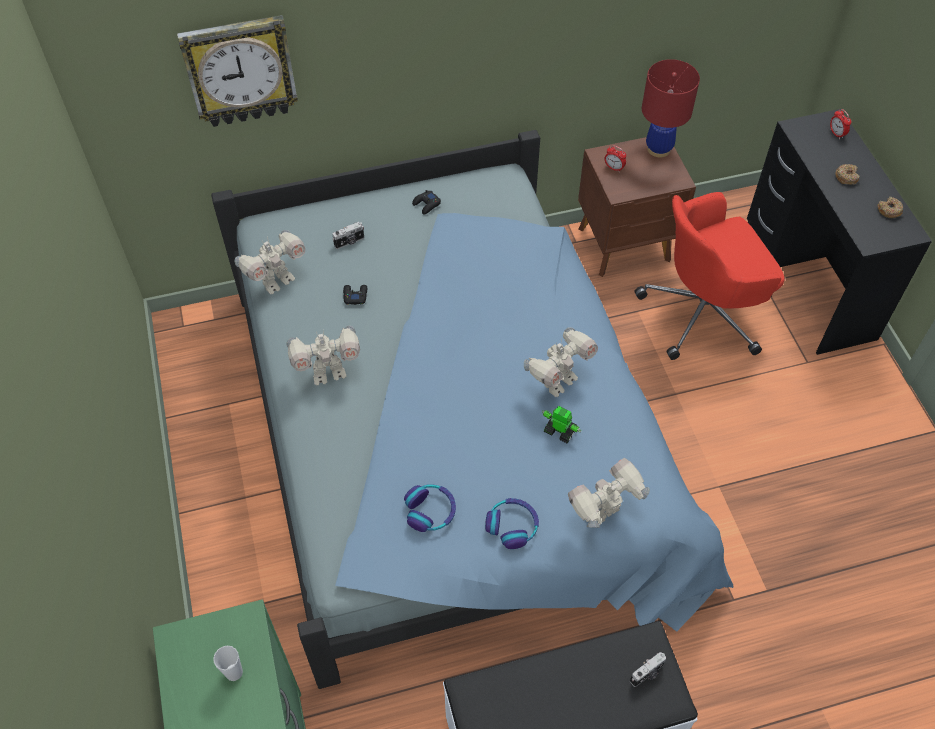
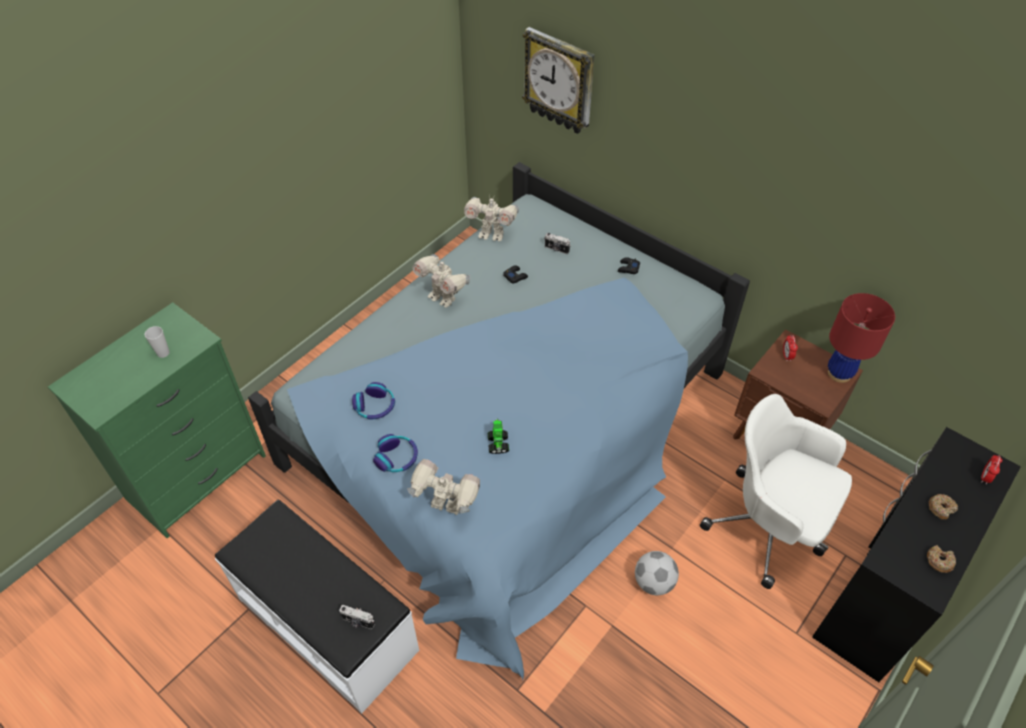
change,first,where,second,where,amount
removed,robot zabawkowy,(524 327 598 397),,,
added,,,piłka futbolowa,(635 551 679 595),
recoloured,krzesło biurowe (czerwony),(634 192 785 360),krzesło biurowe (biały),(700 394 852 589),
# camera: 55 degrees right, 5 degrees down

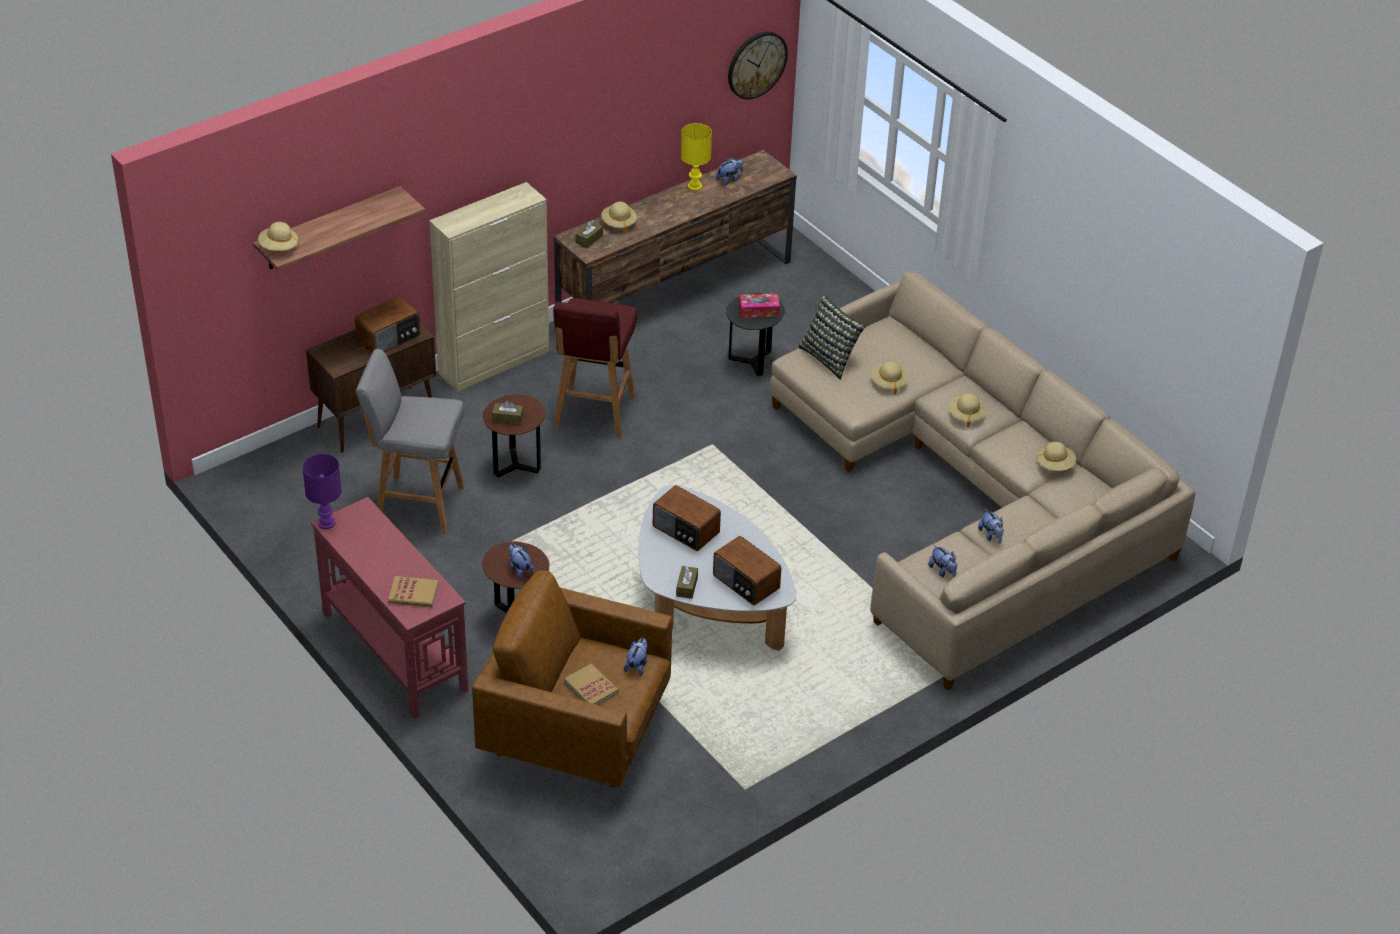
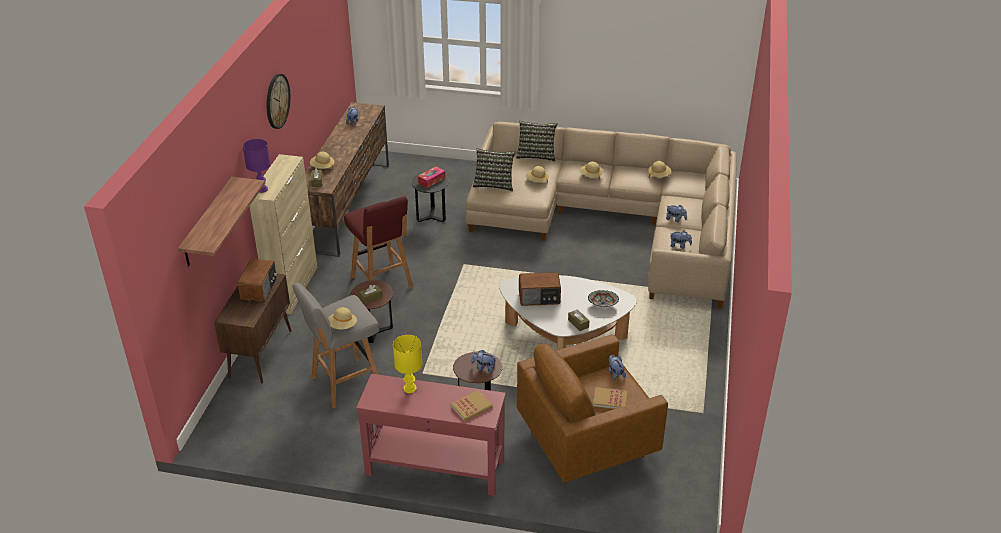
change,first,where,second,where,amount
added,,,poduszka,(516 121 558 162),
moved,kapelusz (beżowy),(258 222 299 251),,(328 307 357 330),
moved,lampa stołowa (fioletowy),(302 454 342 529),,(243 139 270 193),
moved,lampa stołowa (żółty),(681 123 712 191),,(393 335 422 393),
moved,zegar ścienny,(728 32 788 99),,(267 74 290 129),
replaced,radio,(713 536 781 606),miska,(588 290 619 307),
# camera: 40 degrees left, 5 degrees down

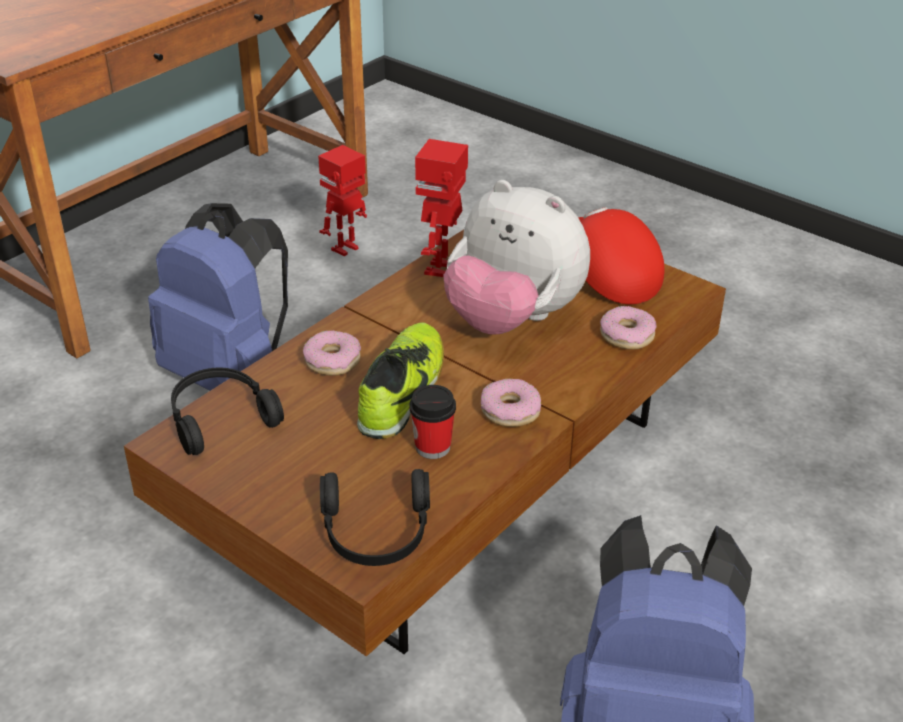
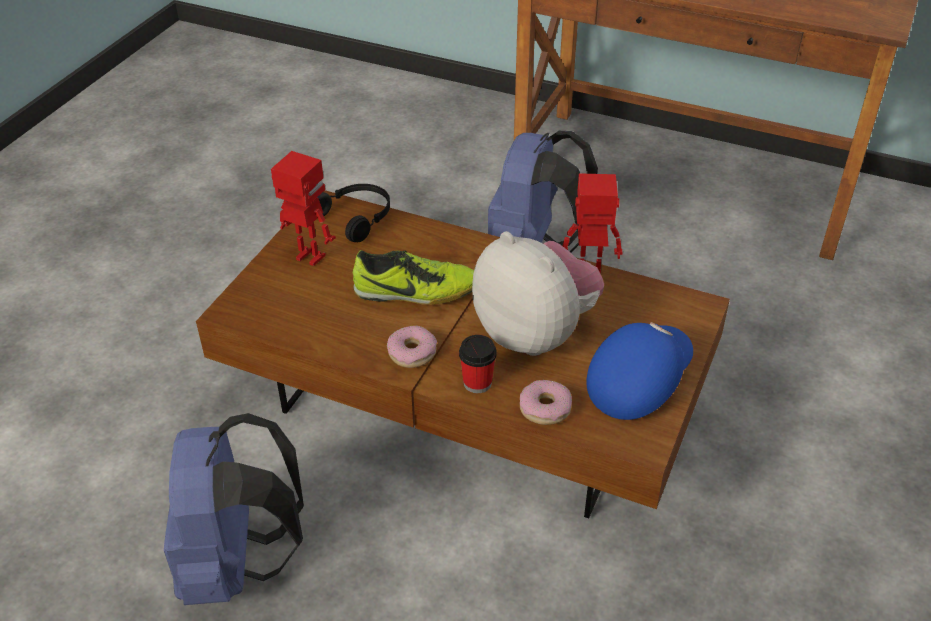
change,first,where,second,where,amount
removed,donut,(303 330 361 376),,,
removed,słuchawki (czarny),(320 469 430 566),,,
moved,robot zabawkowy,(318 145 367 256),,(271 151 336 266),
moved,filiżanka,(409 385 456 459),,(459 335 497 393),
recoloured,czapka z daszkiem (czerwony),(578 207 665 304),czapka z daszkiem (niebieski),(586 322 693 420),
turned,pluszak,(443 180 590 335),,(472 231 604 356),120 degrees clockwise
# camera: 75 degrees right, 5 degrees up

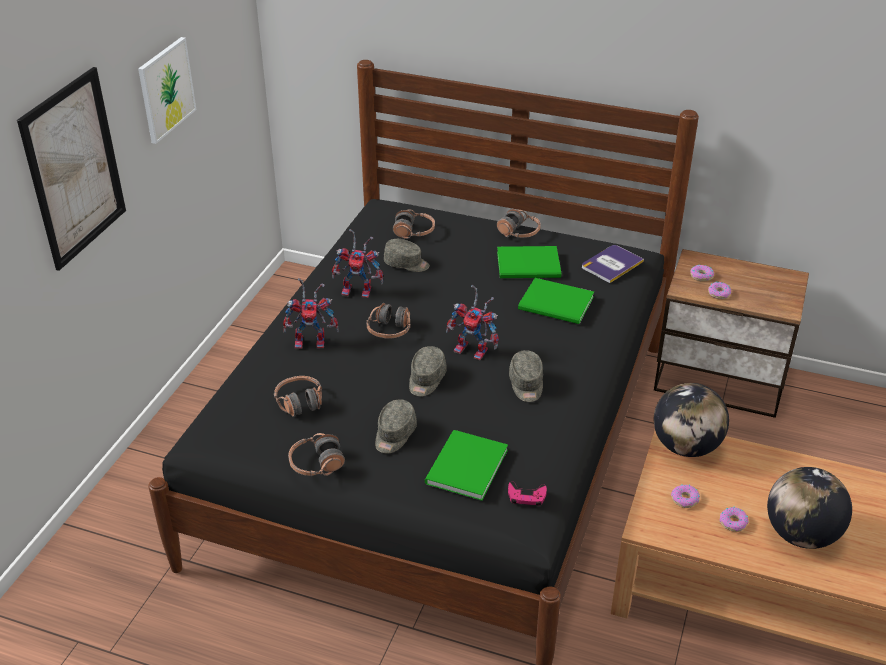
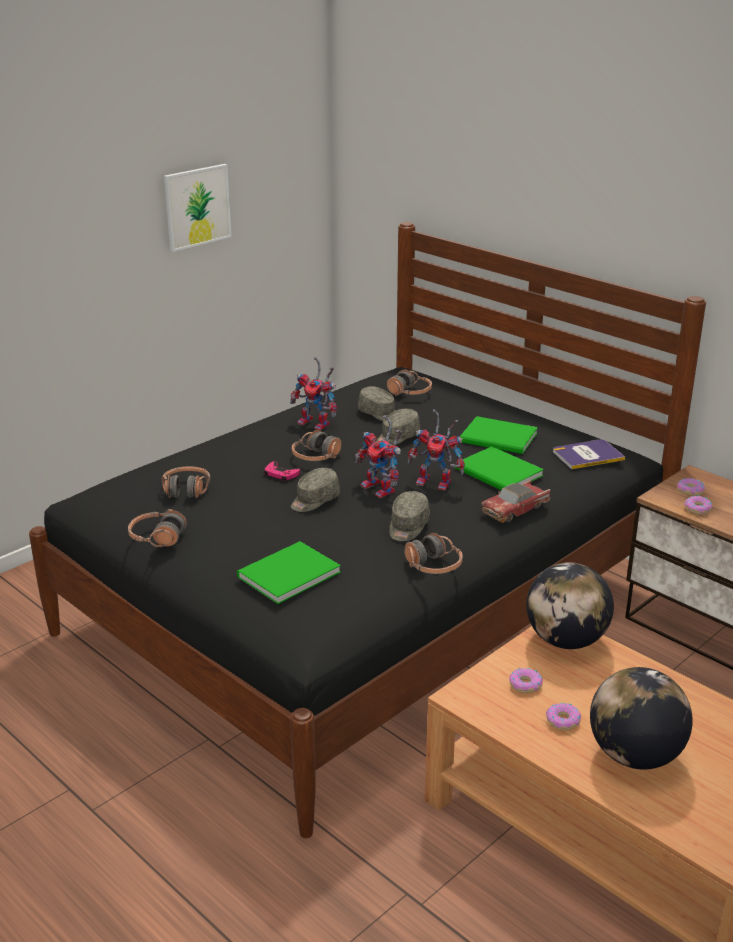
change,first,where,second,where,amount
removed,obraz,(17 67 126 271),,,
added,,,samochodzik,(481 480 550 523),
moved,robot zabawkowy,(283 278 339 349),,(407 409 465 491),
moved,czapka z daszkiem (szary),(375 399 417 454),,(376 409 420 445),
moved,słuchawki,(497 209 541 238),,(405 533 463 574),
moved,pad do gier (różowy),(508 482 547 506),,(264 461 300 481),
# camera: 25 degrees right, 10 degrees down

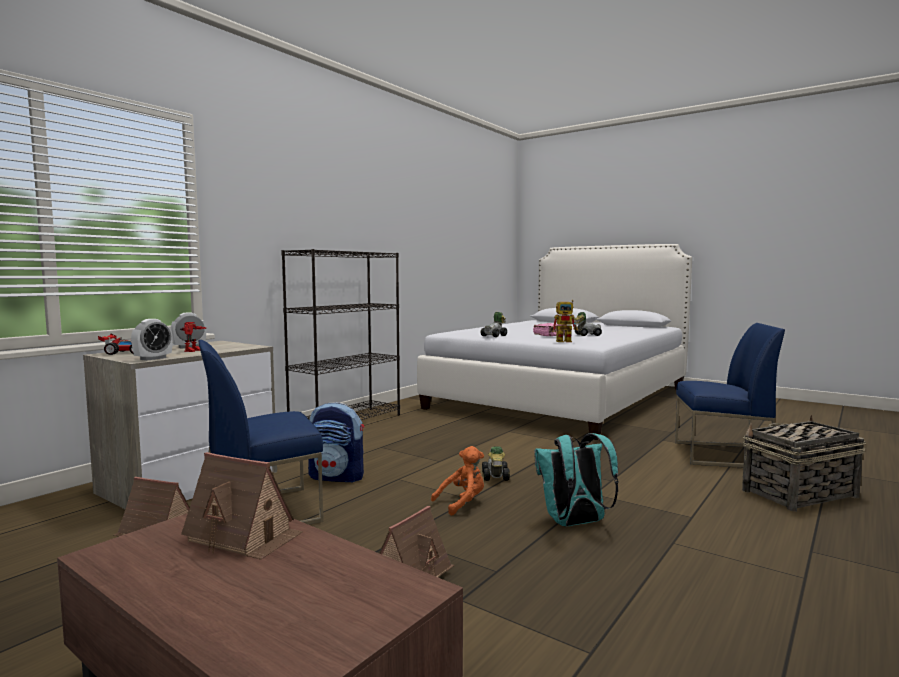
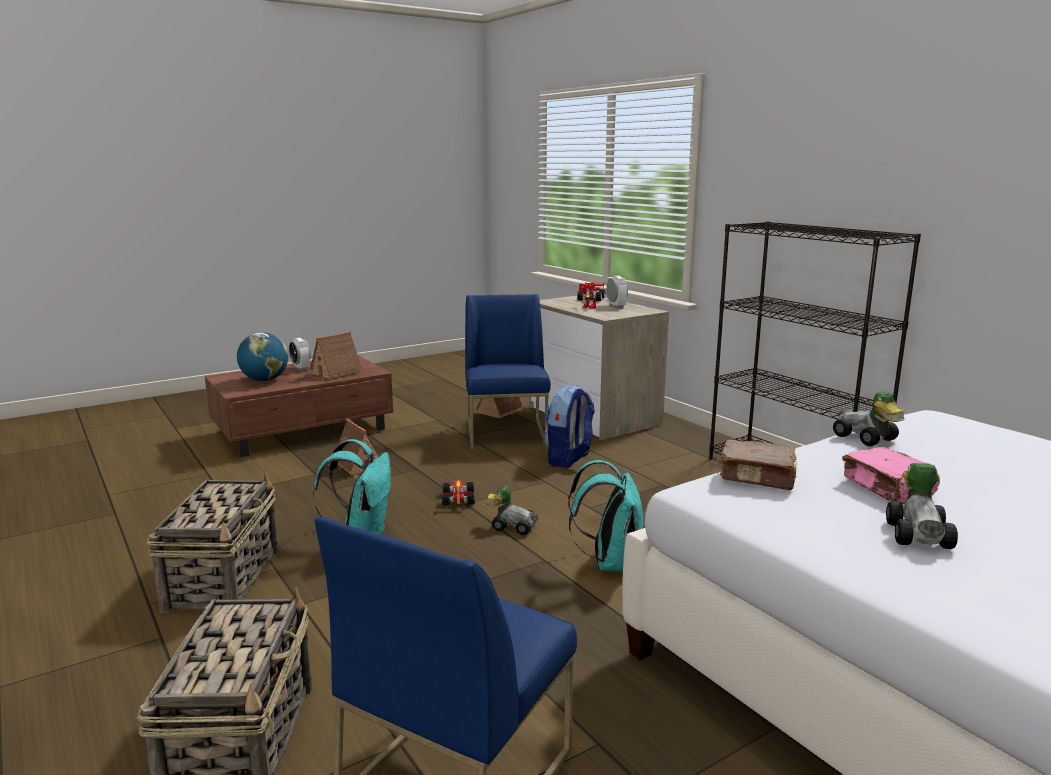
change,first,where,second,where,amount
added,,,koszyk,(147 472 279 613),
added,,,globus,(237 332 288 381),
added,,,plecak (turkusowy),(568 460 644 572),
moved,budzik,(131 319 173 361),,(289 338 311 371),
replaced,pluszak (pomarańczowy),(431 446 484 516),samochodzik,(442 480 475 505),
replaced,robot zabawkowy,(552 300 578 342),książka (brązowy),(720 440 797 490),
# camera: 110 degrees right, 10 degrees up

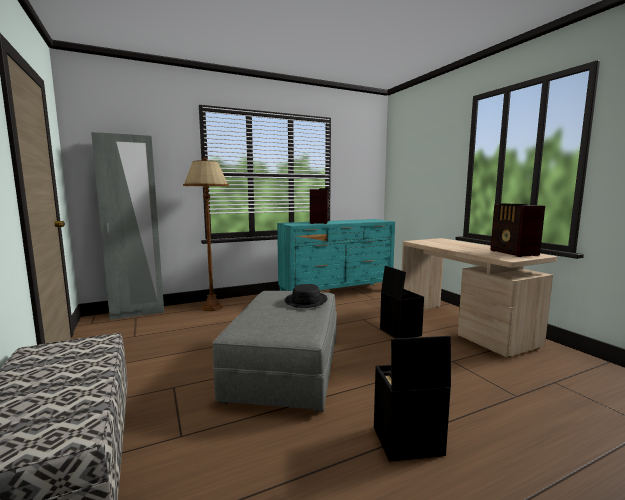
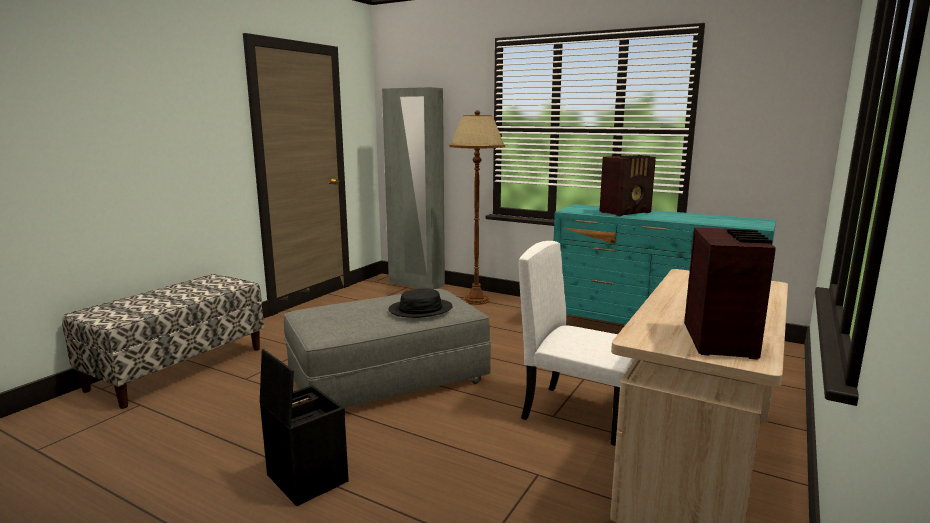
change,first,where,second,where,amount
replaced,pojemnik do przechowywania (czarny),(380 266 424 339),krzesło (biały),(519 241 635 446),
turned,radio,(491 203 545 257),,(684 227 776 360),150 degrees clockwise
# camera: 55 degrees right, 5 degrees up

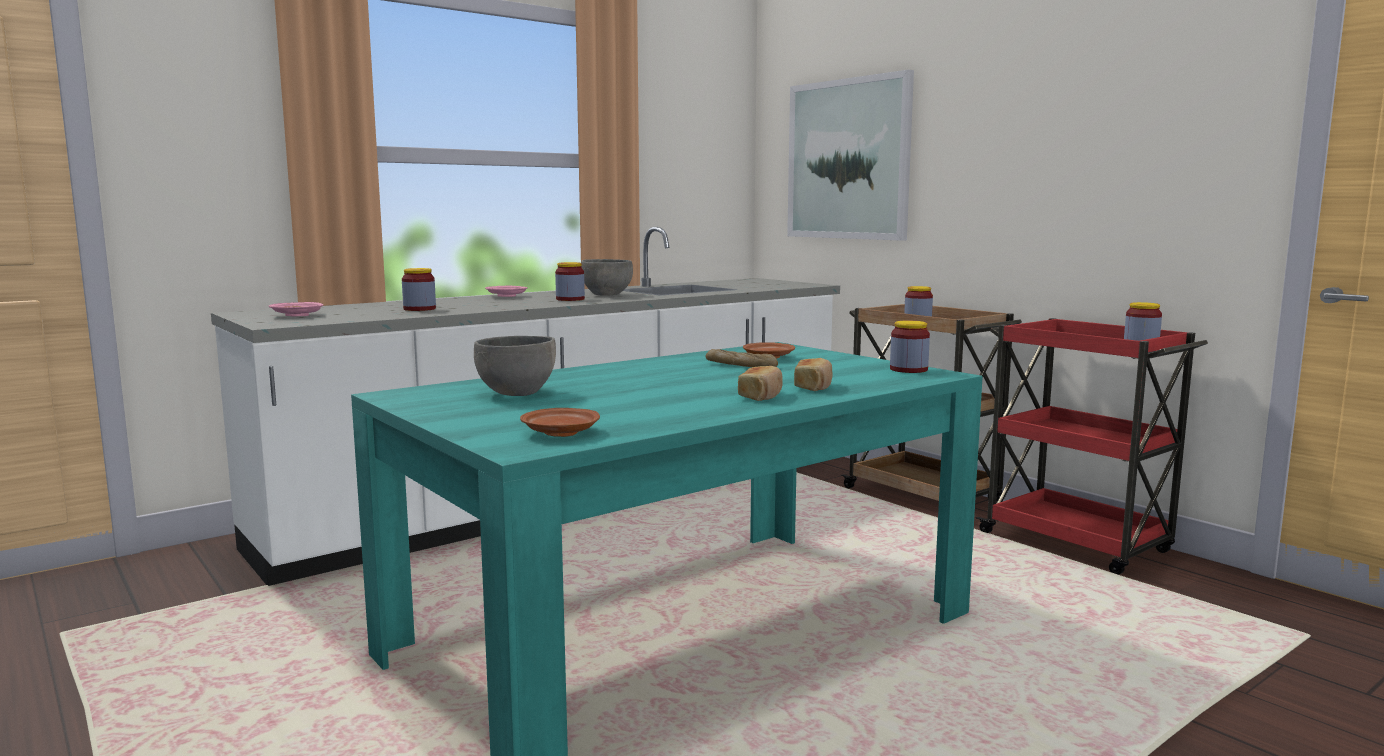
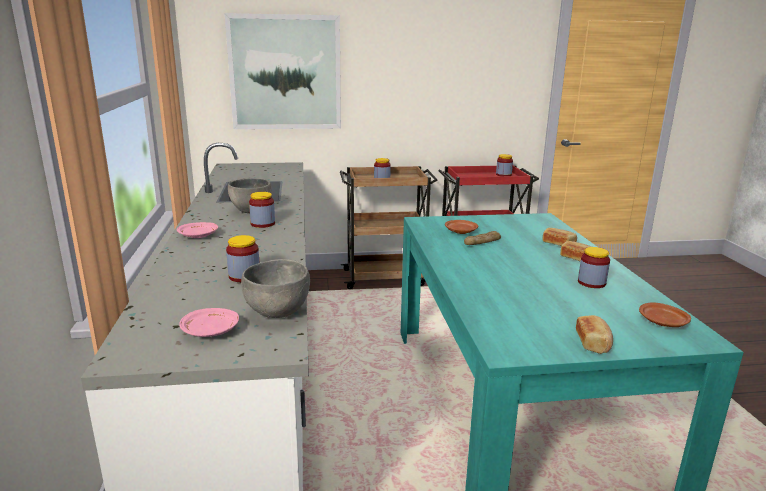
change,first,where,second,where,amount
added,,,chleb,(576 315 613 354),
moved,miska (szary),(474 336 556 396),,(241 259 310 318),
moved,słoik,(890 321 930 373),,(578 247 610 288),
# camera: 60 degrees left, 10 degrees up

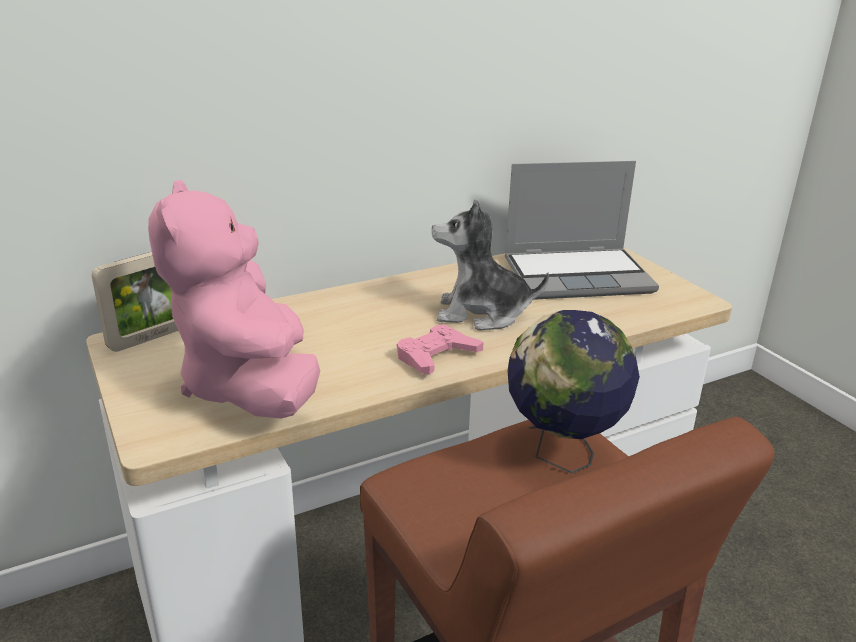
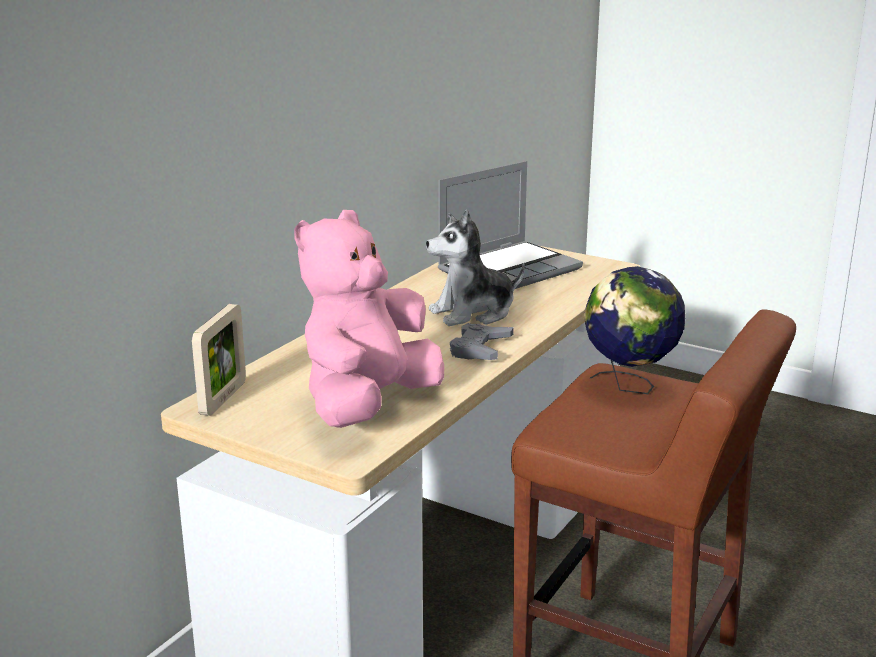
change,first,where,second,where,amount
recoloured,pad do gier (różowy),(397 324 484 375),pad do gier (szary),(450 323 514 360),
turned,pluszak (różowy),(148 180 320 419),,(294 210 444 428),75 degrees clockwise
# camera: 30 degrees left, 5 degrees down

